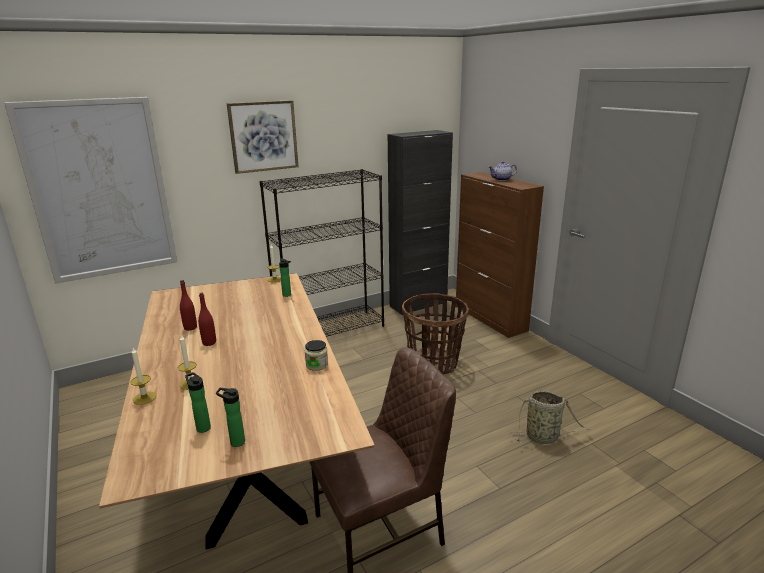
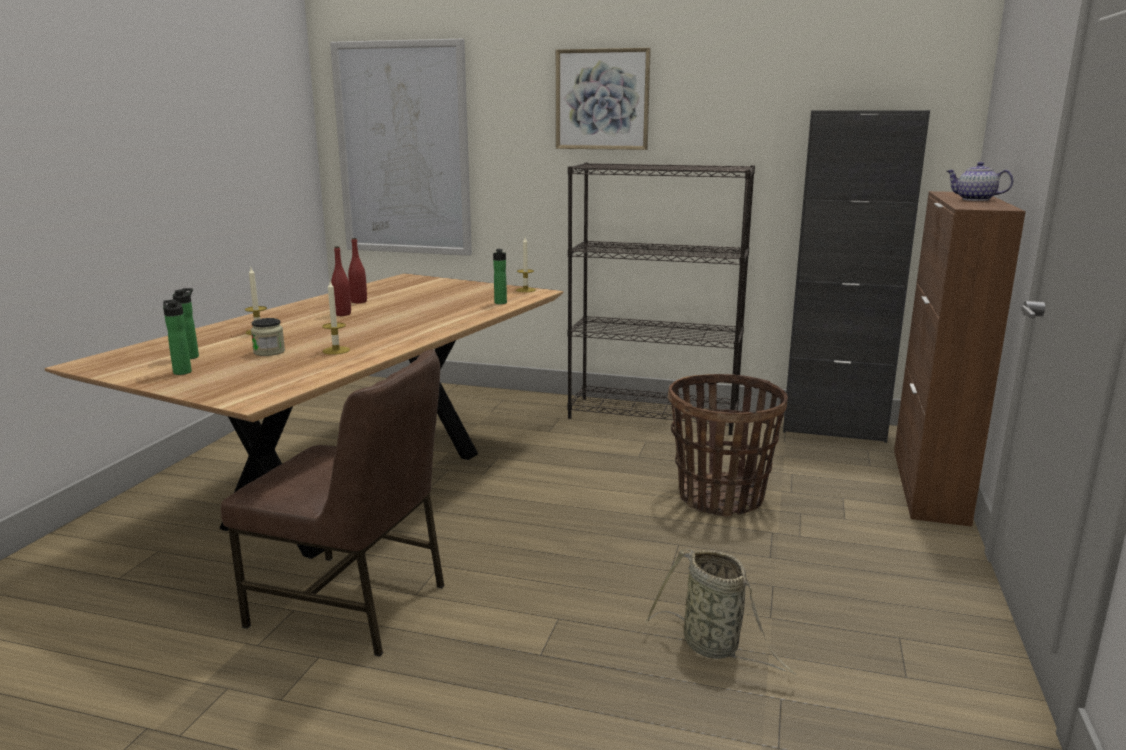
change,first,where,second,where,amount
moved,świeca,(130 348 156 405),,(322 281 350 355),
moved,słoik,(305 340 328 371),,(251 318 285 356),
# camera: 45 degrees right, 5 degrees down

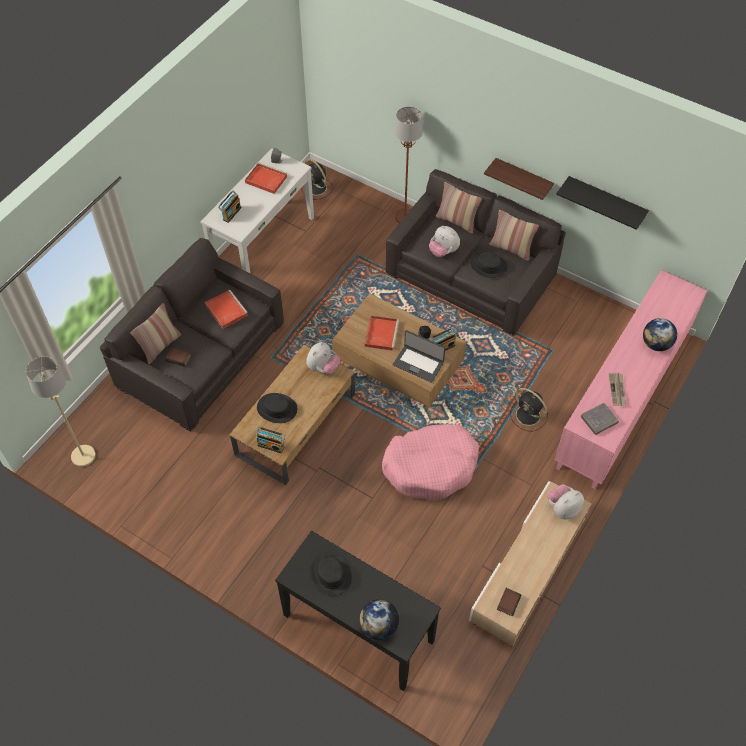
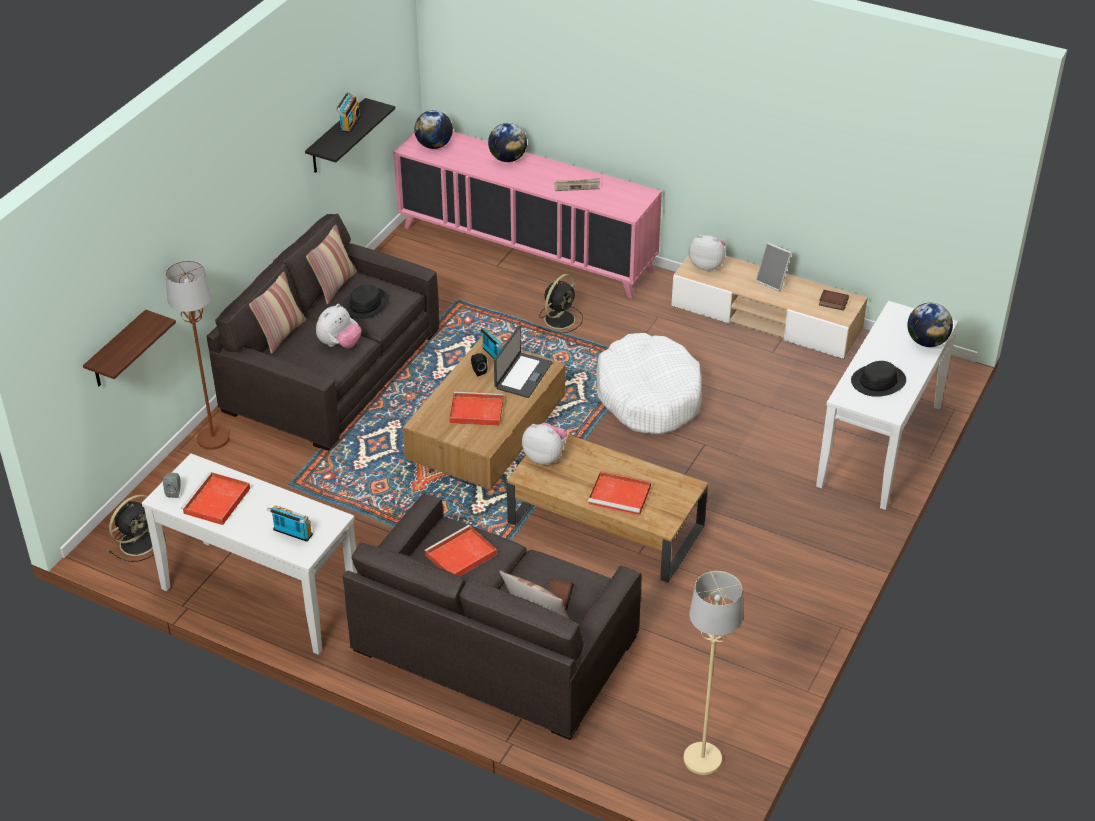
change,first,where,second,where,amount
removed,książka (szary),(581 403 619 435),,,
added,,,globus,(414 110 453 149),
added,,,ramka na zdjęcie,(756 242 792 292),
moved,radio,(256 427 285 454),,(336 91 361 133),
moved,półka,(484 158 554 200),,(83 310 176 386),
replaced,kapelusz (czarny),(257 393 297 423),taca (czerwony),(588 471 651 516),
recoloured,stolik konsolowy (czarny),(275 531 441 691),stolik konsolowy (biały),(816 301 958 510),
recoloured,legowisko (różowy),(382 424 479 500),legowisko (biały),(596 333 701 435),
turned,pluszak,(547 484 584 520),,(688 235 726 271),150 degrees clockwise
# camera: 95 degrees left, 15 degrees down

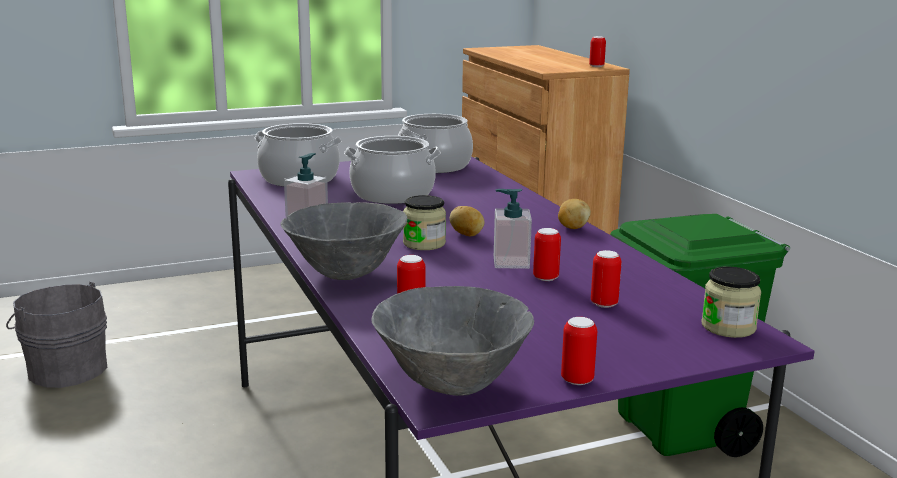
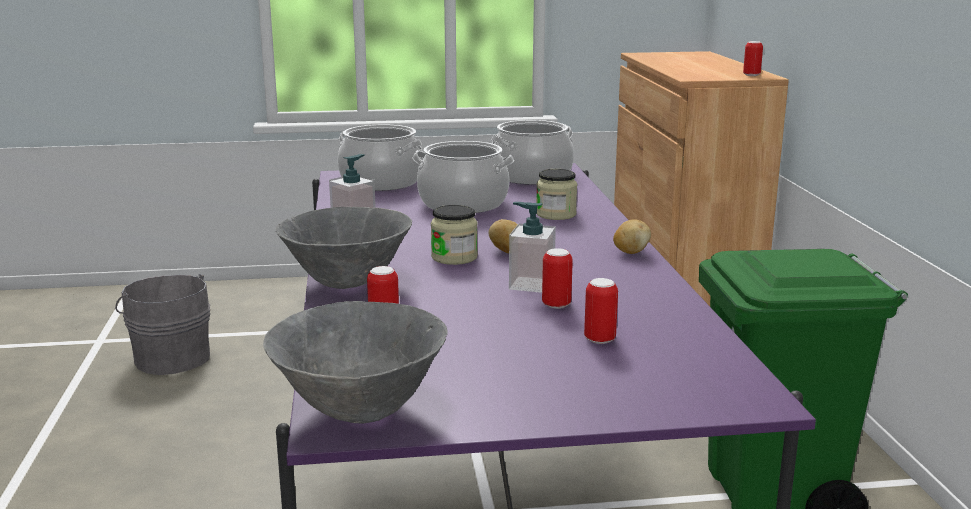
change,first,where,second,where,amount
removed,puszka,(561 317 597 385),,,
moved,słoik,(702 266 761 338),,(536 169 577 220),
# camera: 15 degrees right, 0 degrees up

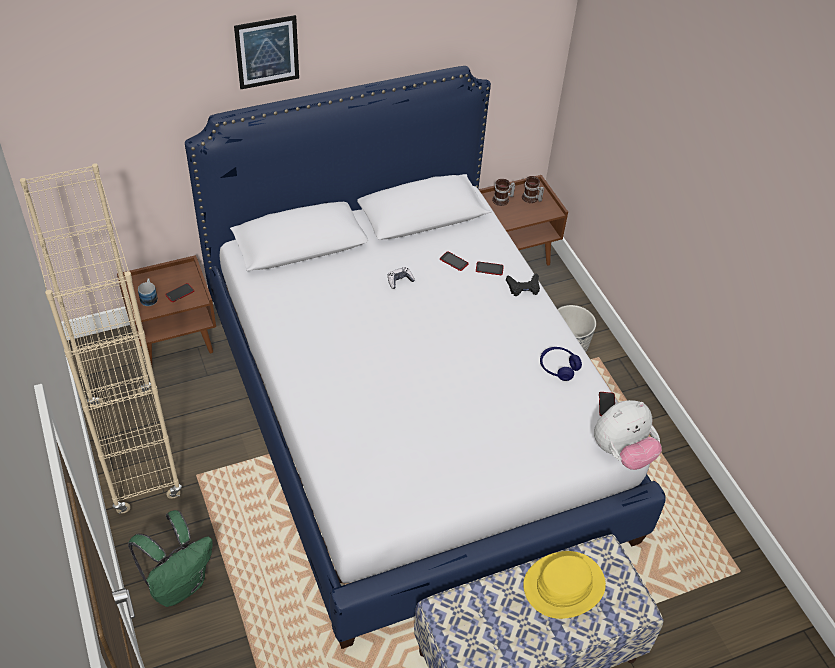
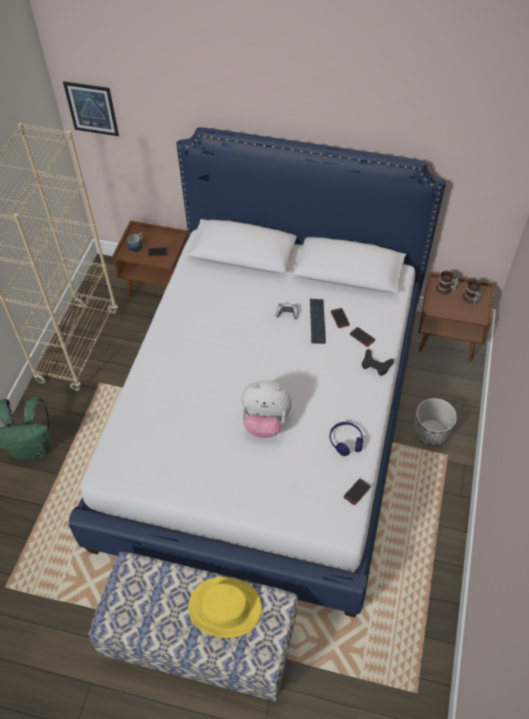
change,first,where,second,where,amount
added,,,klawiatura,(310 299 326 344),
moved,obraz,(234 15 299 89),,(63 81 119 136),
moved,pluszak,(594 400 662 470),,(241 380 292 438),
# camera: 40 degrees right, 5 degrees up

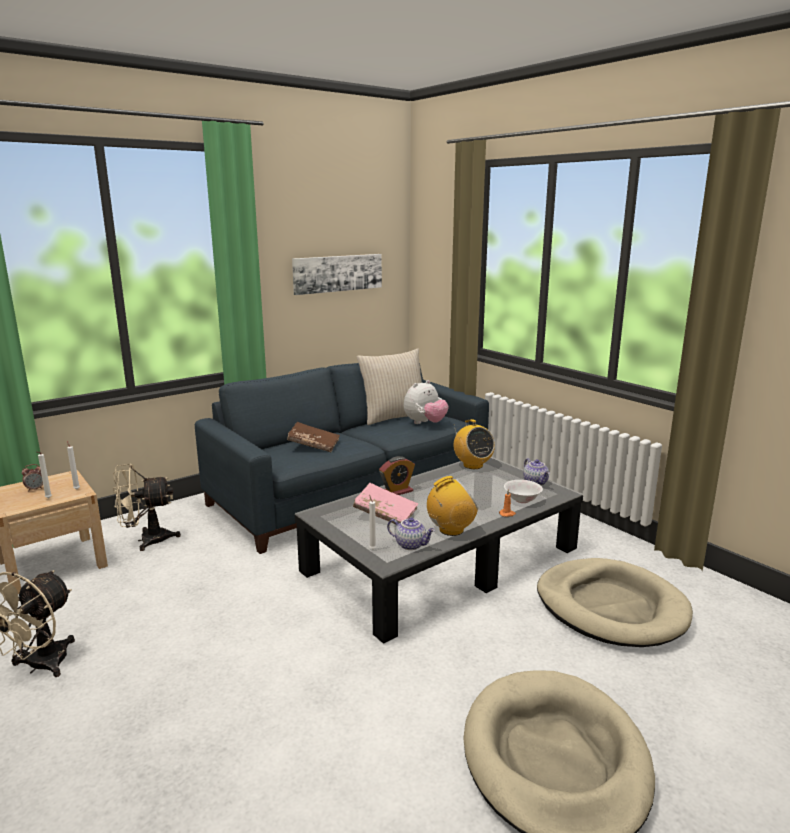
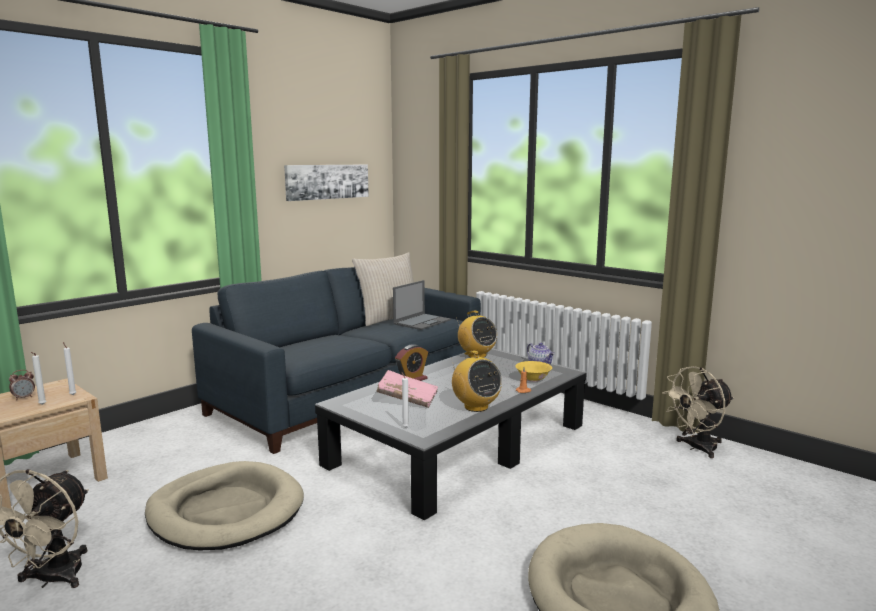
change,first,where,second,where,amount
removed,książka (brązowy),(287 422 340 452),,,
removed,imbryk,(387 517 435 550),,,
moved,wentylator (beżowy),(113 464 181 551),,(662 366 734 458),
moved,legowisko (beżowy),(537 558 693 647),,(145 461 304 550),
replaced,pluszak,(404 380 449 424),laptop,(393 280 451 330),
recoloured,miska (biały),(504 480 543 503),miska (żółty),(515 361 552 382),
turned,radio,(427 476 478 536),,(452 351 502 412),90 degrees clockwise
# camera: 10 degrees left, 5 degrees down

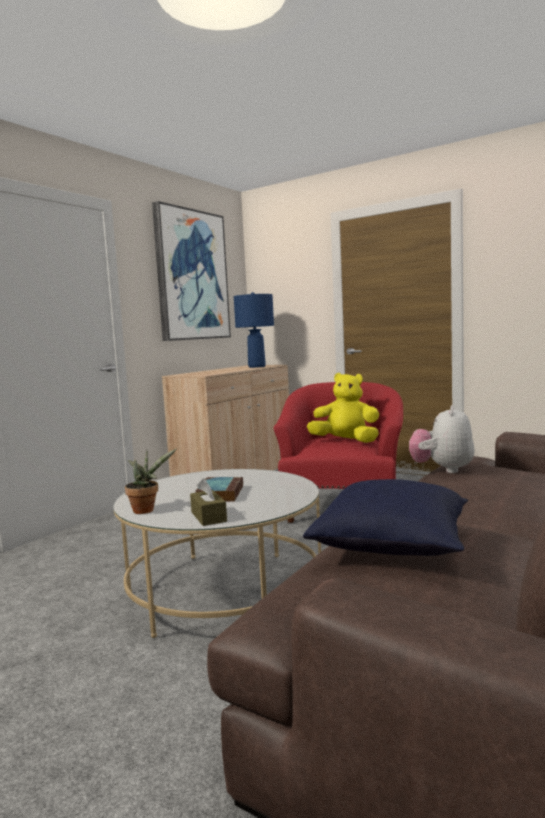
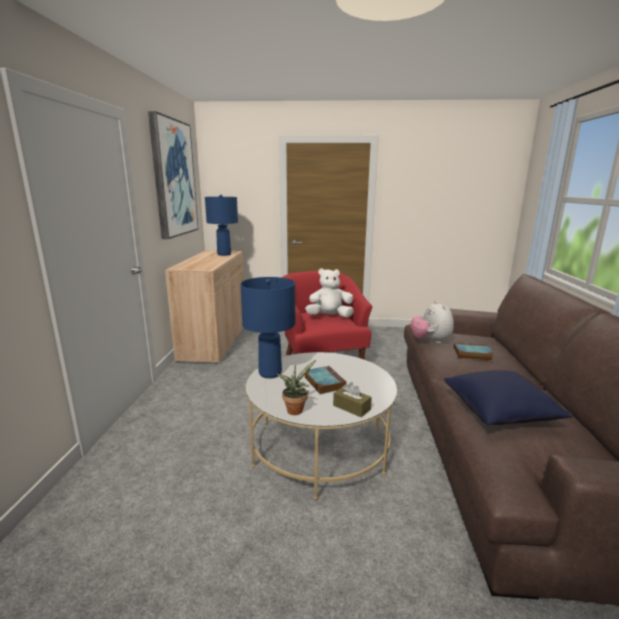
change,first,where,second,where,amount
added,,,lampa stołowa (niebieski),(240 277 295 378),
added,,,książka,(453 342 494 361),
recoloured,pluszak (żółty),(307 373 380 443),pluszak (biały),(305 268 354 317),
# camera: 30 degrees left, 10 degrees up

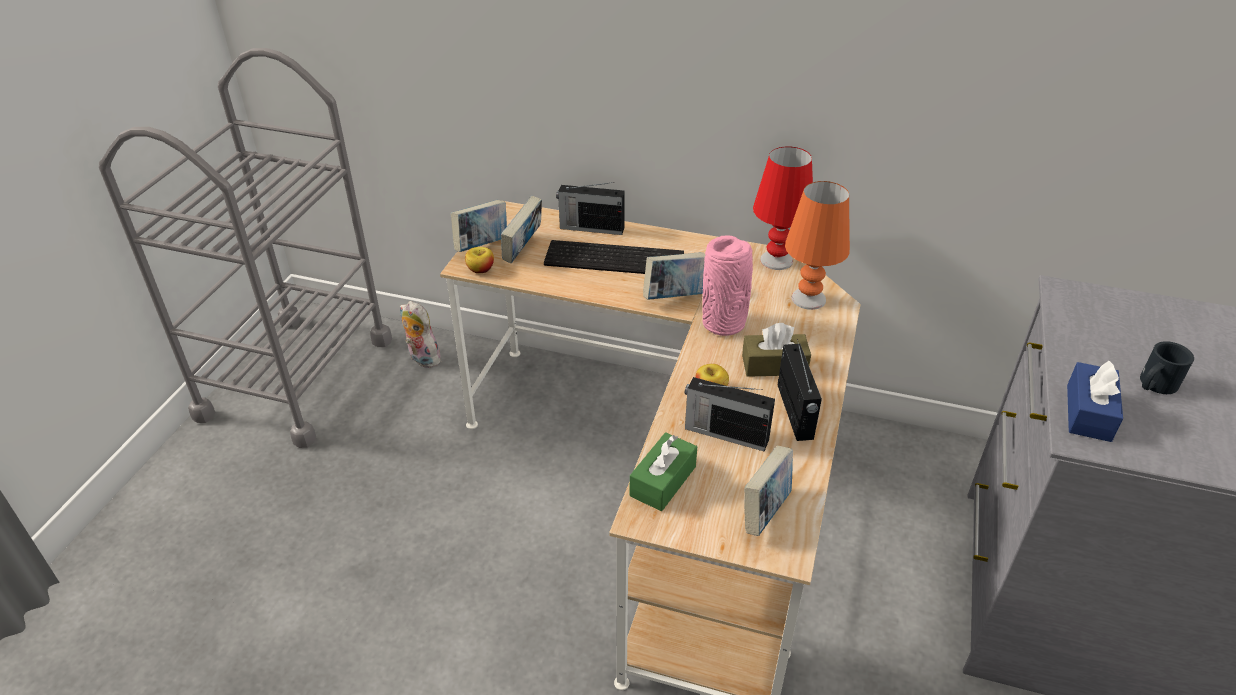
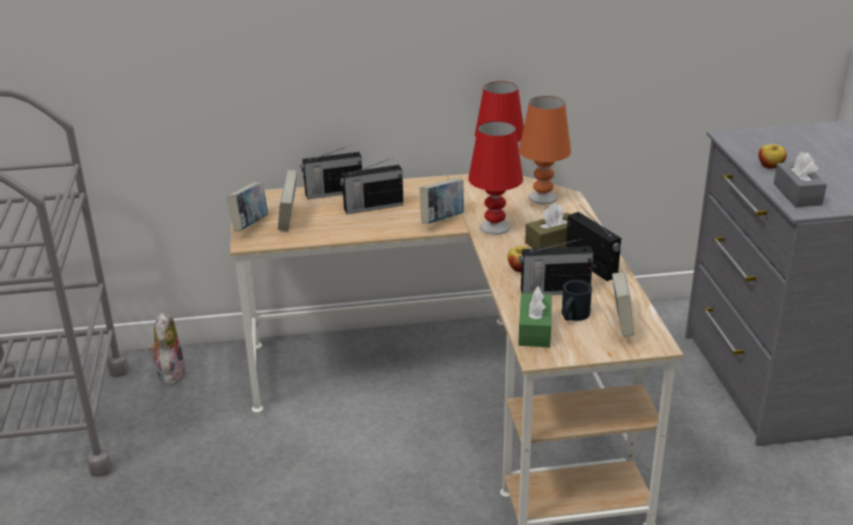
change,first,where,second,where,amount
moved,jabłko,(465 247 494 273),,(759 144 787 169),
moved,kubek (czarny),(1140 341 1194 394),,(562 280 592 321),
replaced,klawiatura,(544 240 684 274),radio,(340 158 404 214),
replaced,wazon (różowy),(702 236 753 336),lampa stołowa (czerwony),(468 121 523 235),
recoloured,pudełko chusteczek (niebieski),(1067 361 1123 442),pudełko chusteczek (szary),(774 152 827 207),
turned,pluszak,(400 301 441 368),,(149 312 186 385),75 degrees clockwise
# camera: 25 degrees left, 10 degrees down

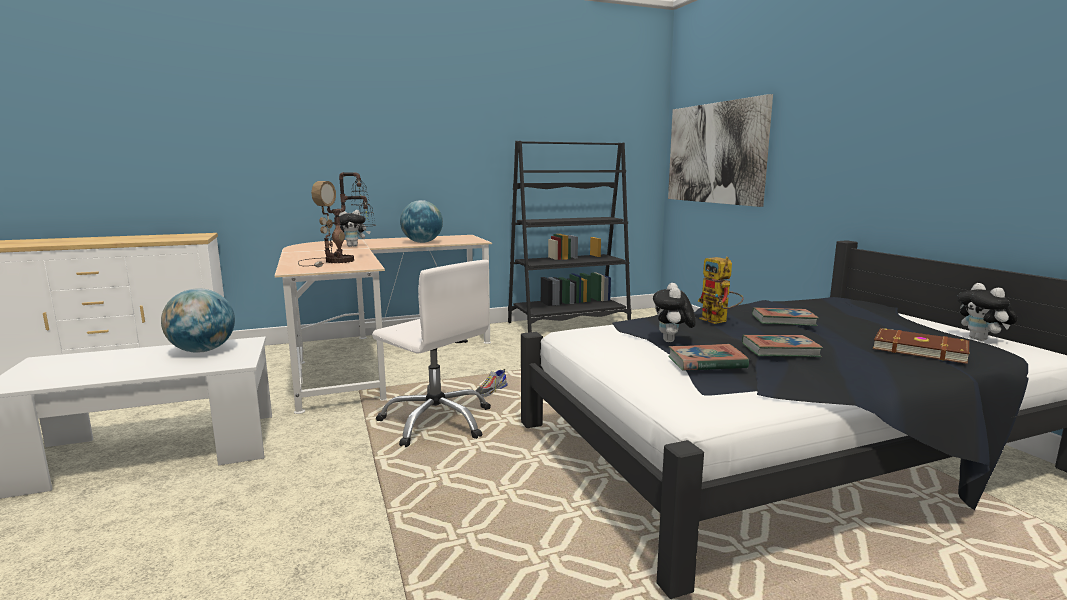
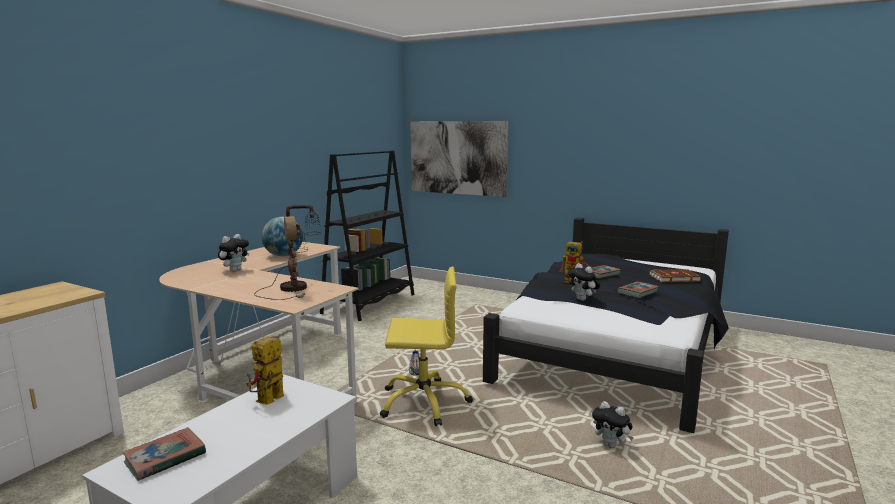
change,first,where,second,where,amount
moved,książka,(668 344 749 371),,(122 427 206 481),
moved,pluszak,(957 283 1018 341),,(592 401 634 448),
replaced,globus,(161 288 235 353),robot zabawkowy,(246 336 284 405),
recoloured,krzesło biurowe (biały),(372 260 491 447),krzesło biurowe (żółty),(380 267 473 426),
# camera: 40 degrees left, 0 degrees up

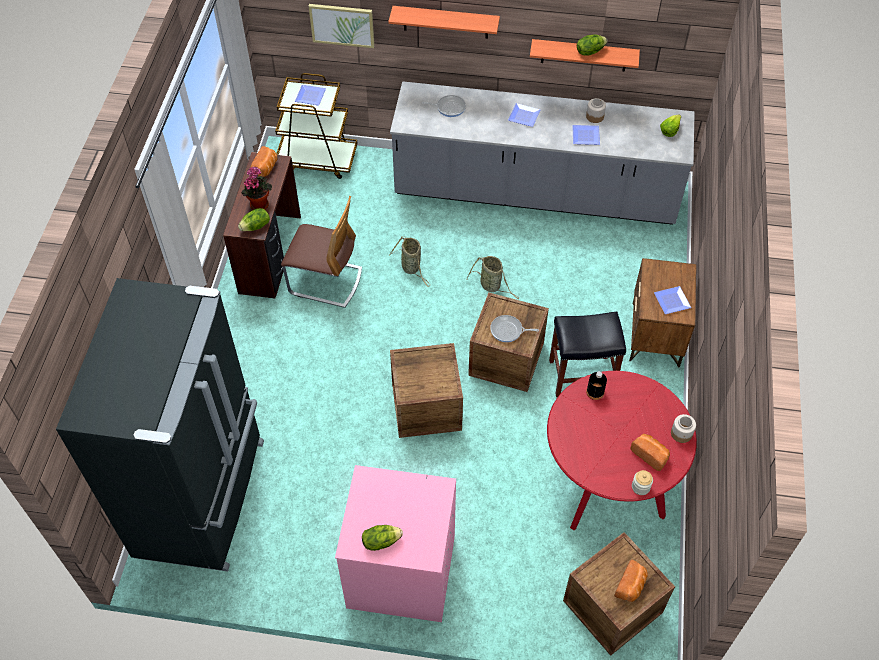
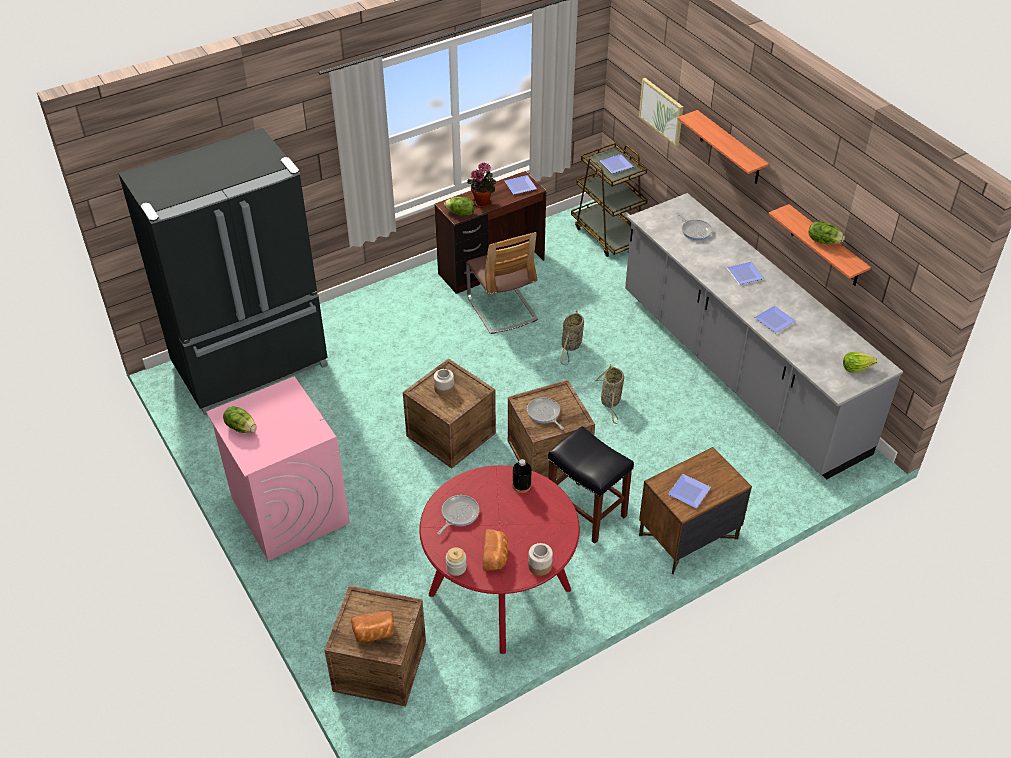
change,first,where,second,where,amount
added,,,patelnia,(437 495 479 535),
moved,słoik,(586 98 606 123),,(434 369 454 396),
replaced,chleb,(250 146 278 177),talerz,(504 175 537 195),
# camera: 50 degrees right, 10 degrees down

